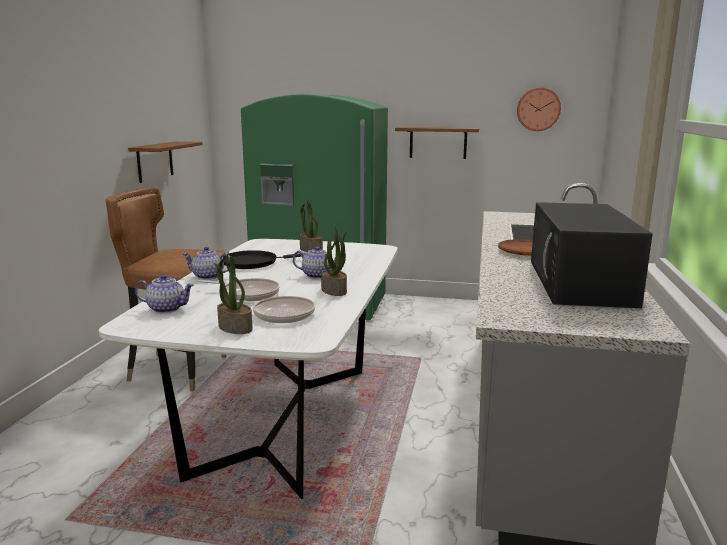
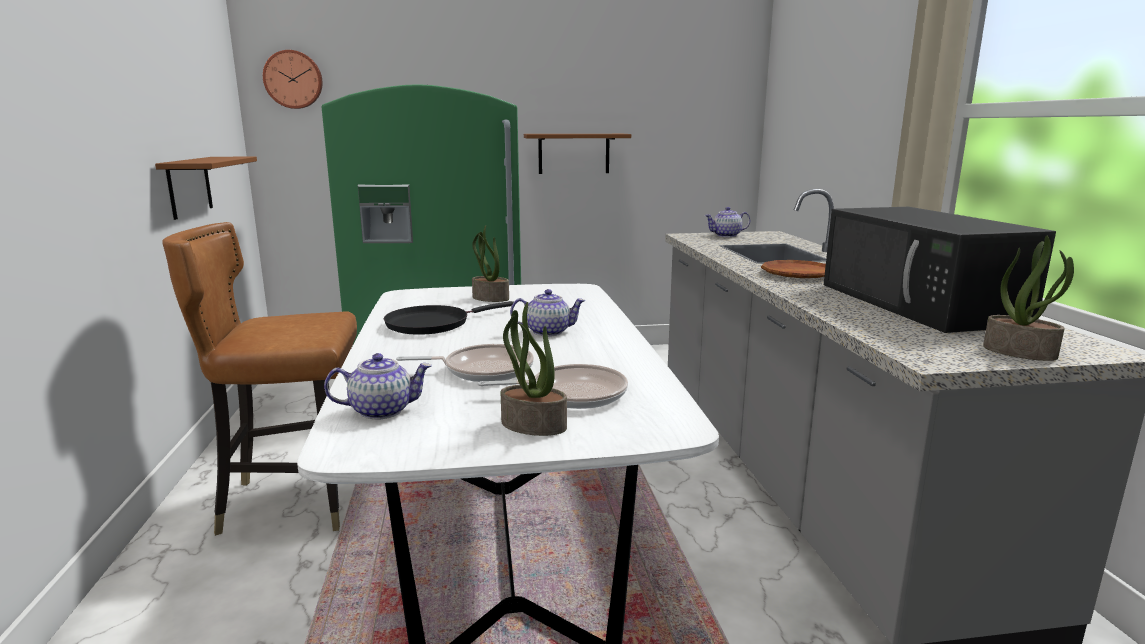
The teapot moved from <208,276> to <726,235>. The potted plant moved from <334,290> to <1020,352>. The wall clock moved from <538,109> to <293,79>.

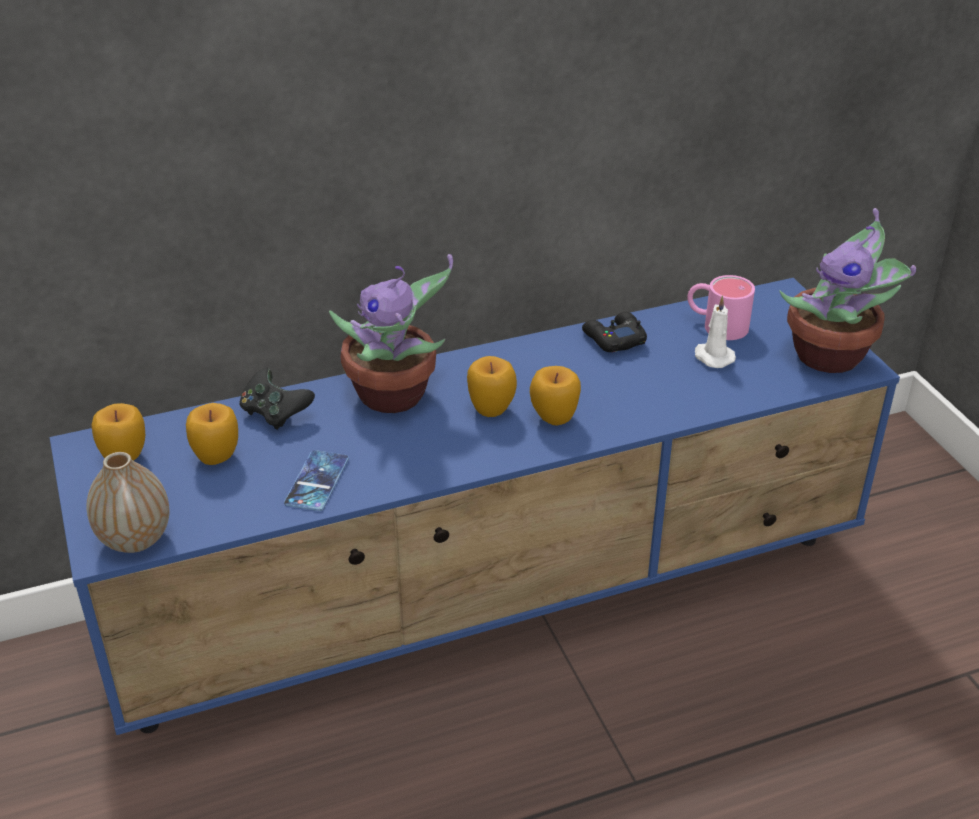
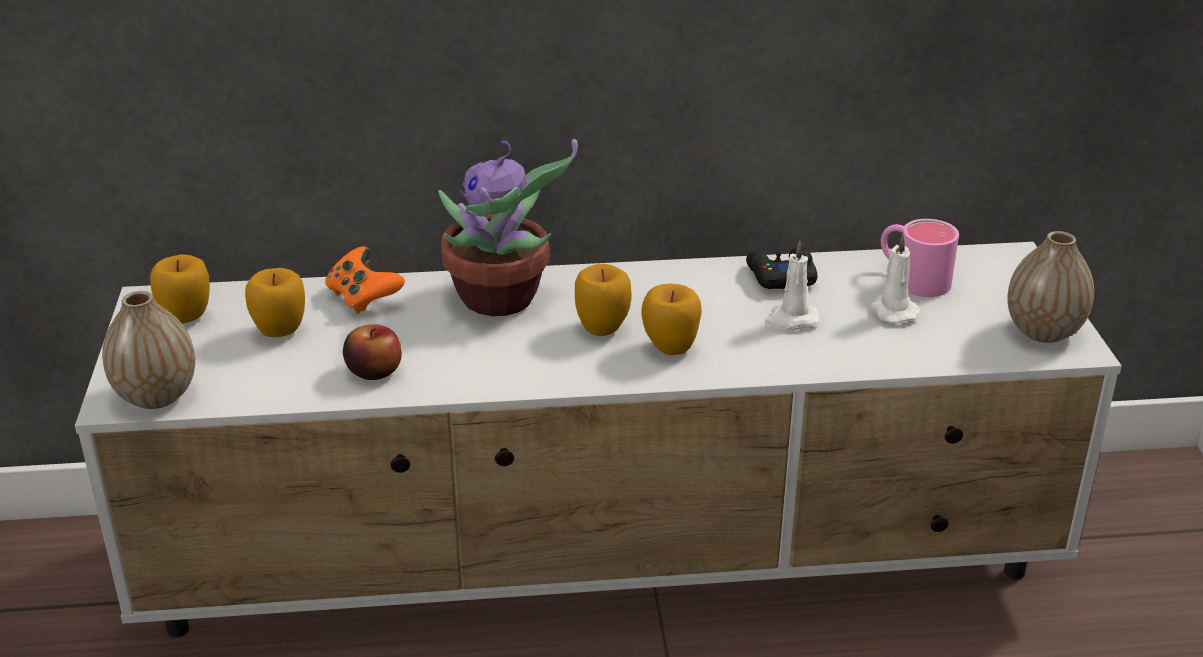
The whitish wax candle at <791,320> appeared. The telephone at <317,481> was replaced by the whole apple at <374,370>. The potted plant at <832,357> was replaced by the decorative vase at <1043,332>. The blue tv stand at <493,596> became the whitish tv stand at <606,567>. The black game controller at <275,413> became the orangey game controller at <363,298>.

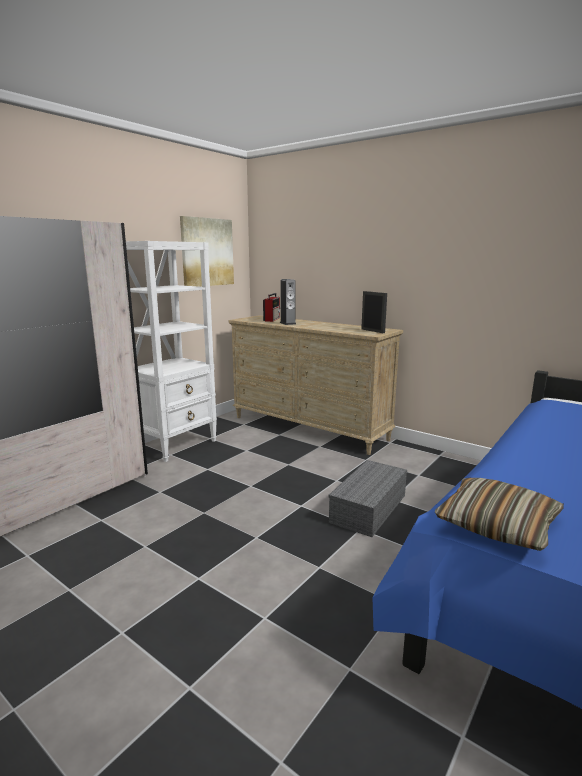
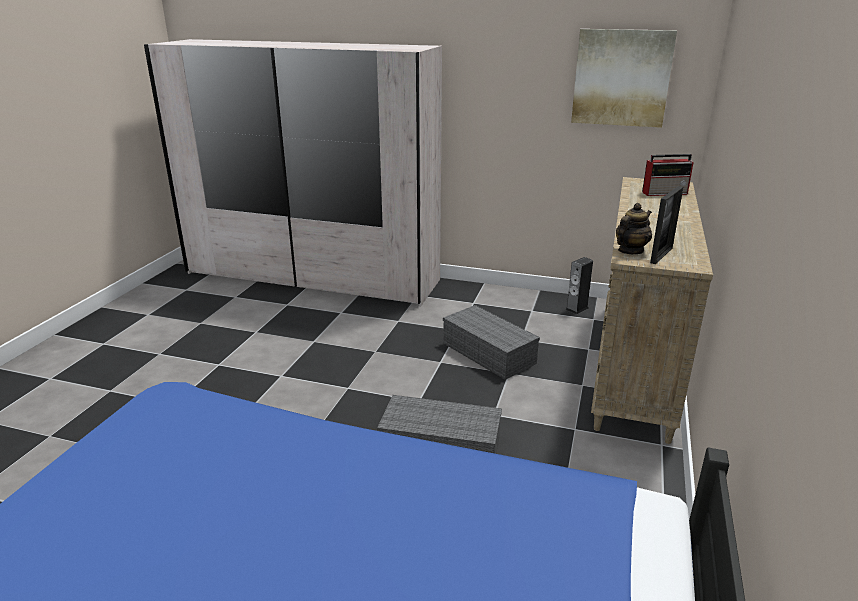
The whitish shelving unit at <176,444> disappeared. The cushion at <497,524> disappeared. The grey storage container at <490,353> appeared. The teapot at <630,251> appeared. The speaker moved from <287,323> to <577,309>.

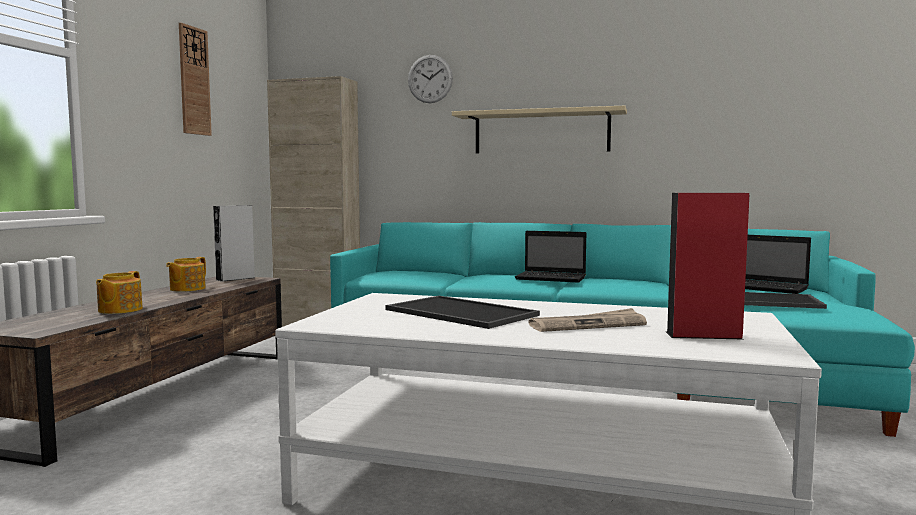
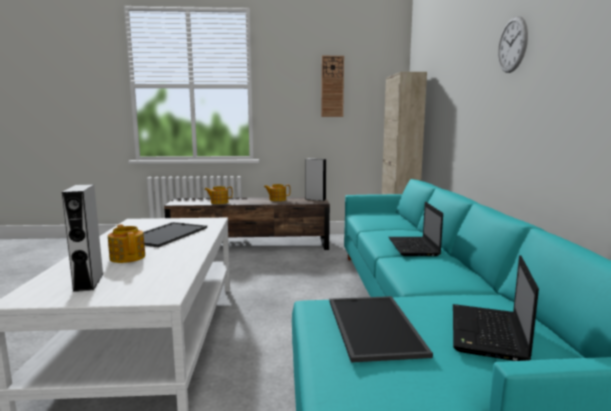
The sand-coloured shelf at <541,132> disappeared. The wall clock moved from <430,79> to <512,45>. The newspaper at <587,325> was replaced by the teapot at <128,257>. The reddish speaker at <704,335> became the grey speaker at <88,282>.

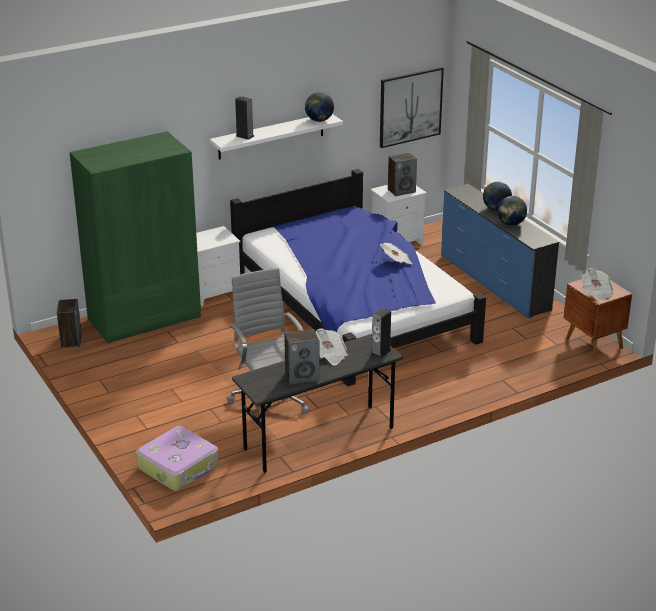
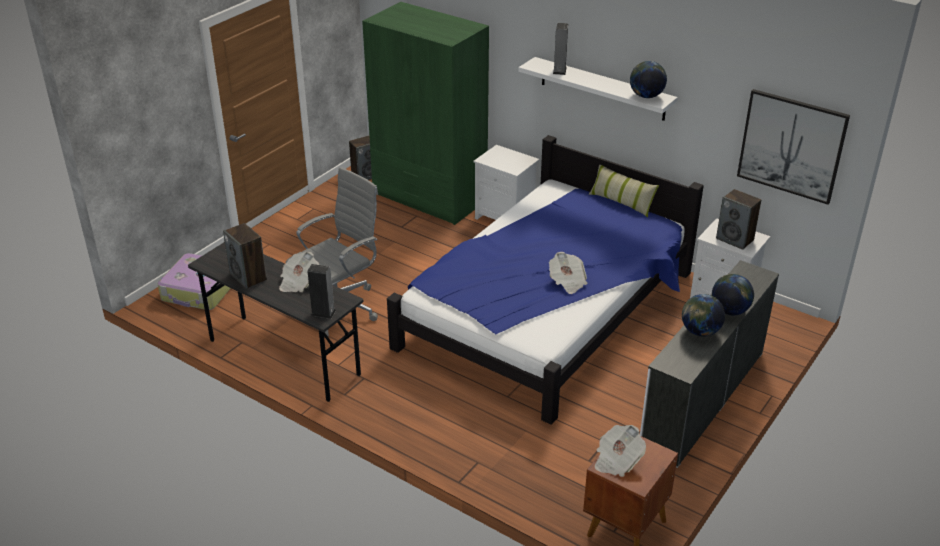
The cushion at <621,202> appeared. The blue drawer chest at <494,282> became the whitish drawer chest at <702,399>.

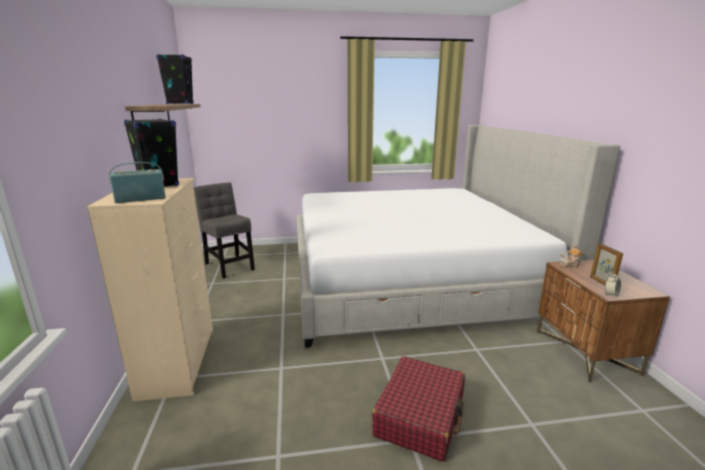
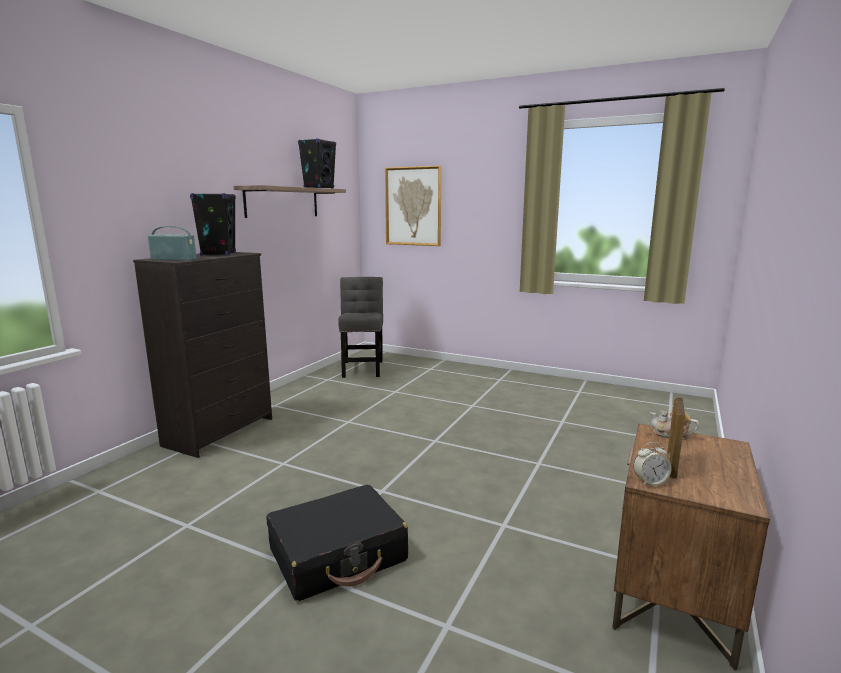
The sleeping bed at <410,279> disappeared. The wall picture at <413,206> appeared. The sand-coloured drawer chest at <179,362> became the black drawer chest at <221,432>. The reddish suitcase at <420,416> became the black suitcase at <338,555>.

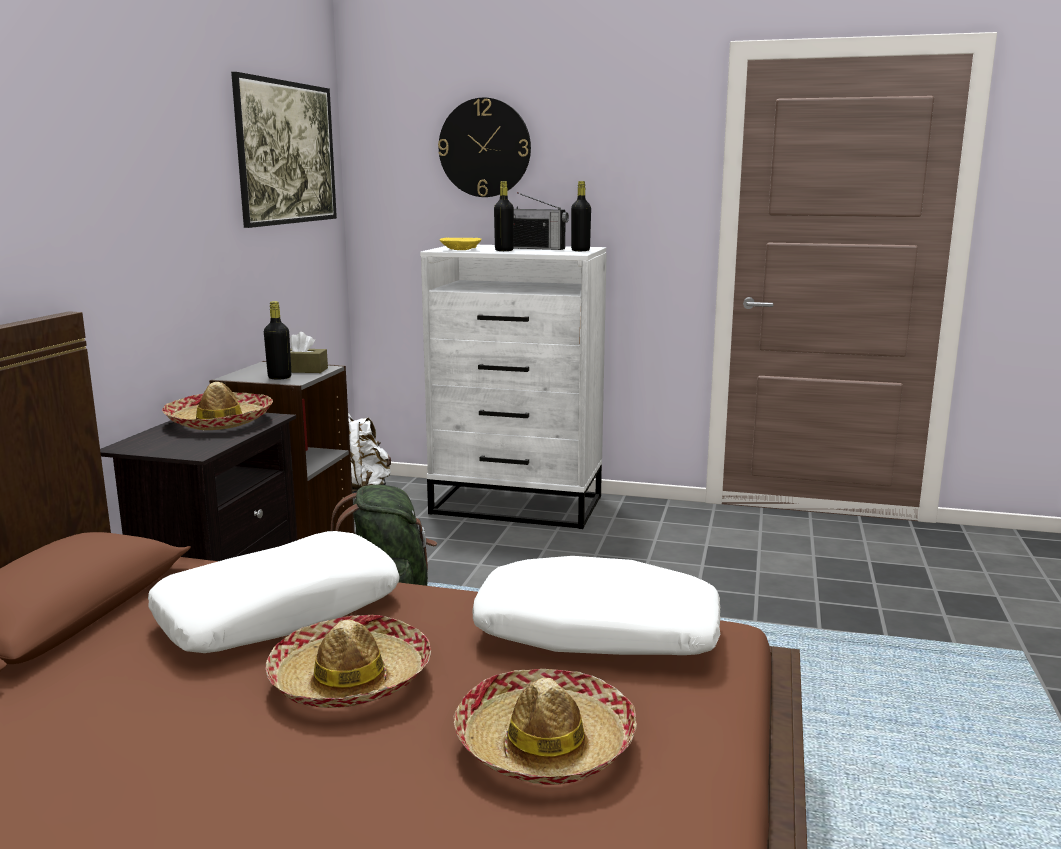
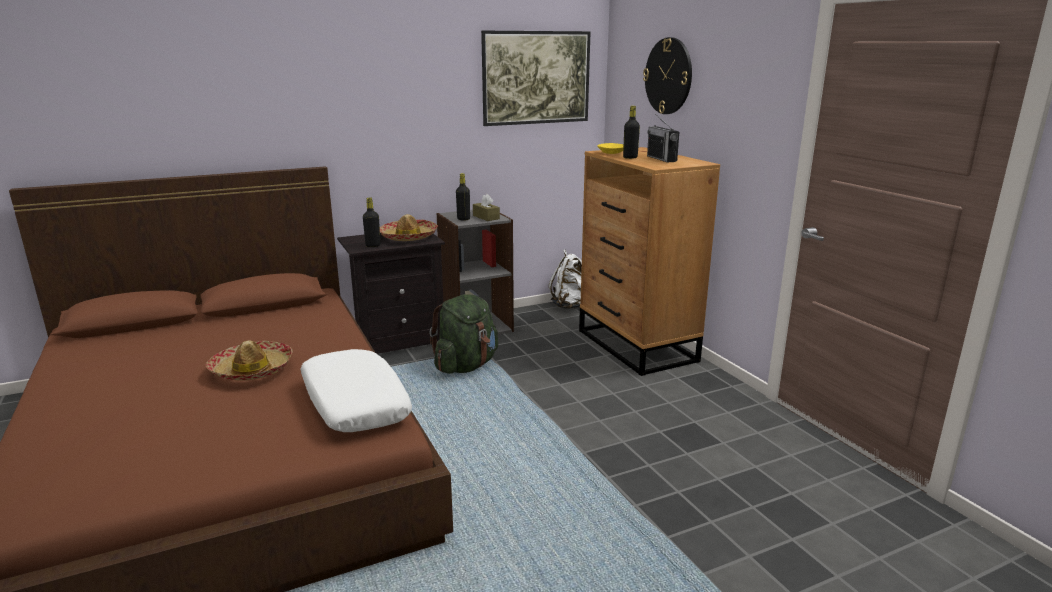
The whitish cushion at <279,612> disappeared. The clothing hat at <545,744> disappeared. The black bottle moved from <580,250> to <373,245>. The whitish drawer chest at <518,505> became the brownish drawer chest at <637,346>.

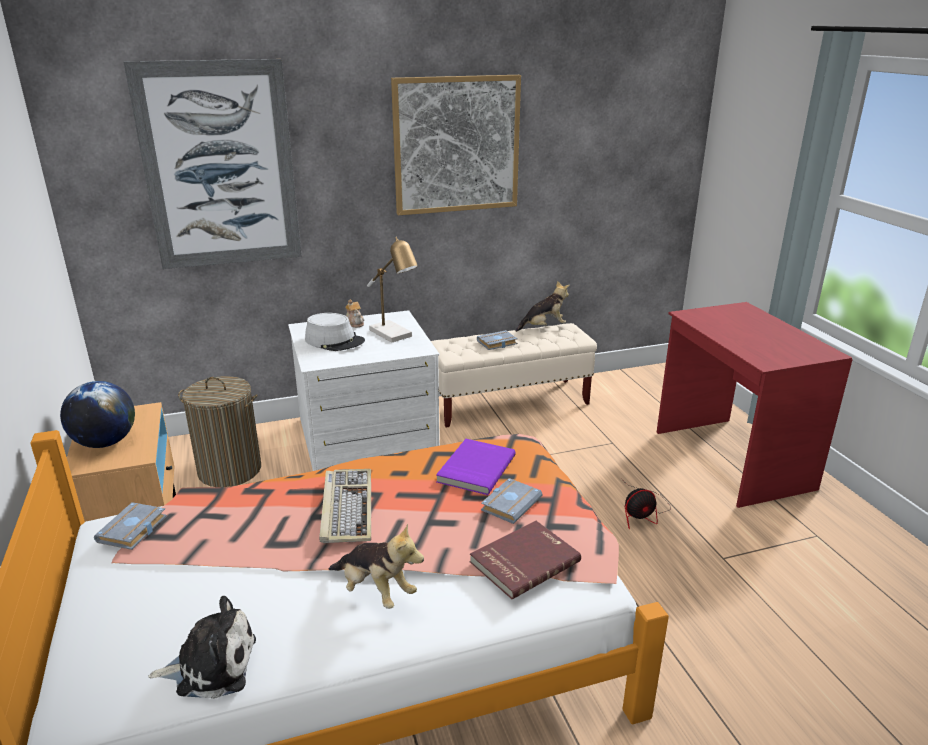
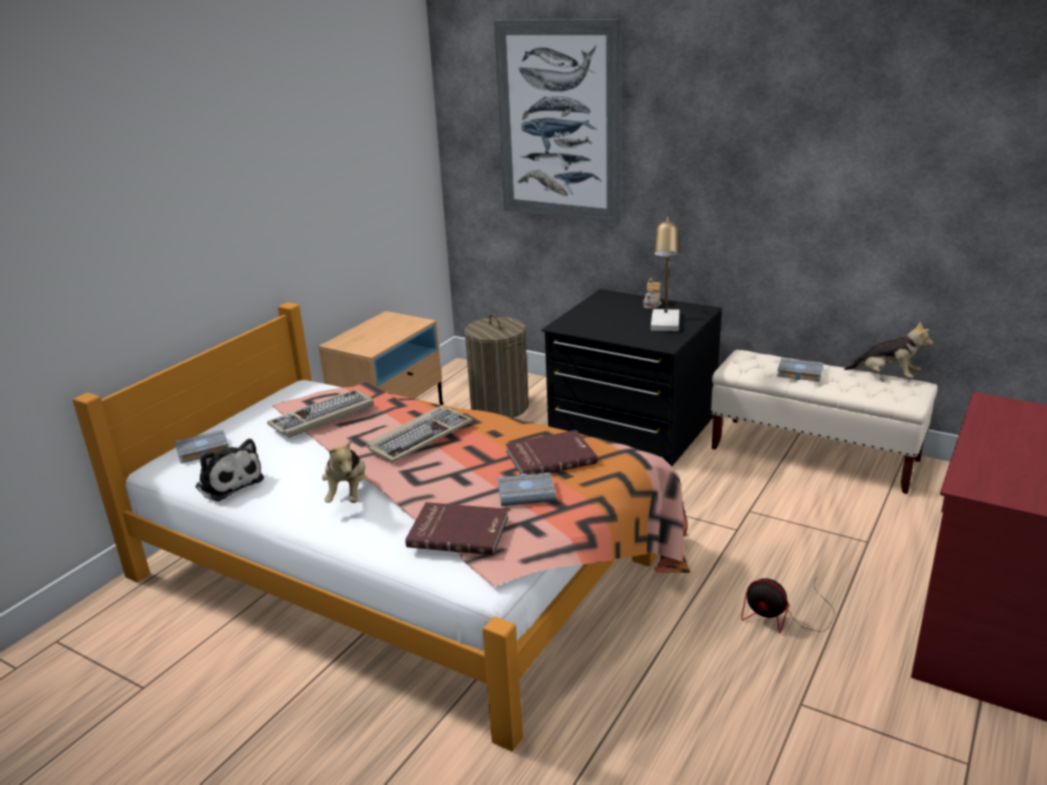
The desk globe at <105,443> disappeared. The grey clothing hat at <335,341> disappeared. The wall picture at <456,145> disappeared. The computer keyboard at <322,416> appeared. The grey book moved from <133,531> to <202,451>. The whitish drawer chest at <367,437> became the black drawer chest at <632,427>. The purplish book at <475,468> became the reddish book at <550,457>.

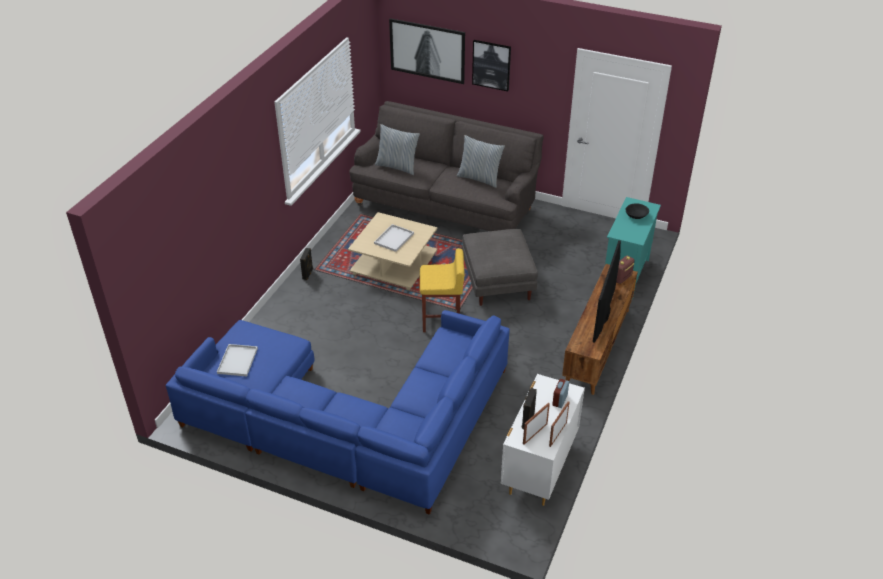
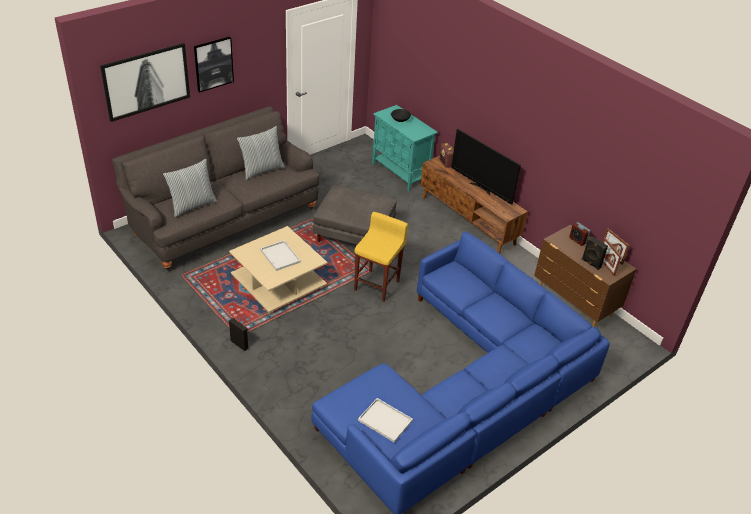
The whitish drawer chest at <539,468> became the brownish drawer chest at <574,303>.

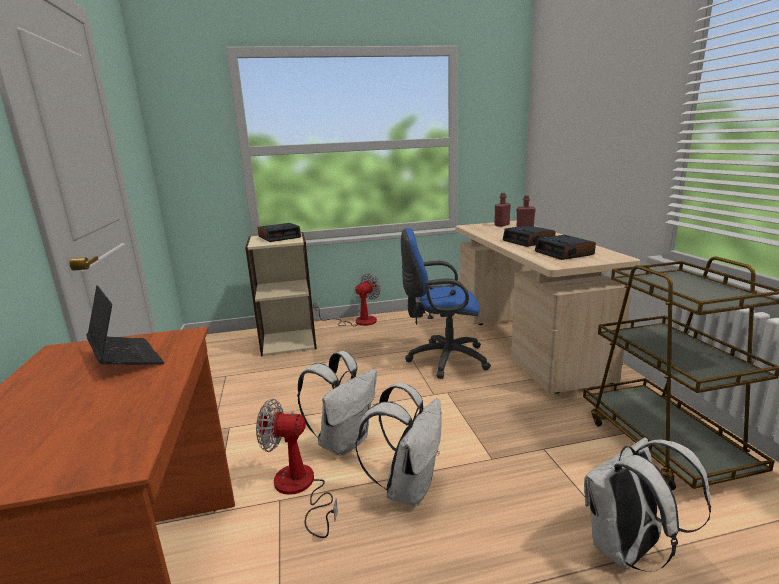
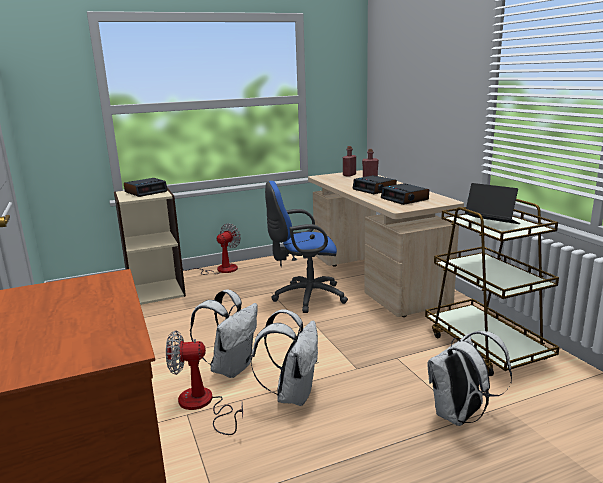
The notebook computer moved from <126,358> to <491,223>.

